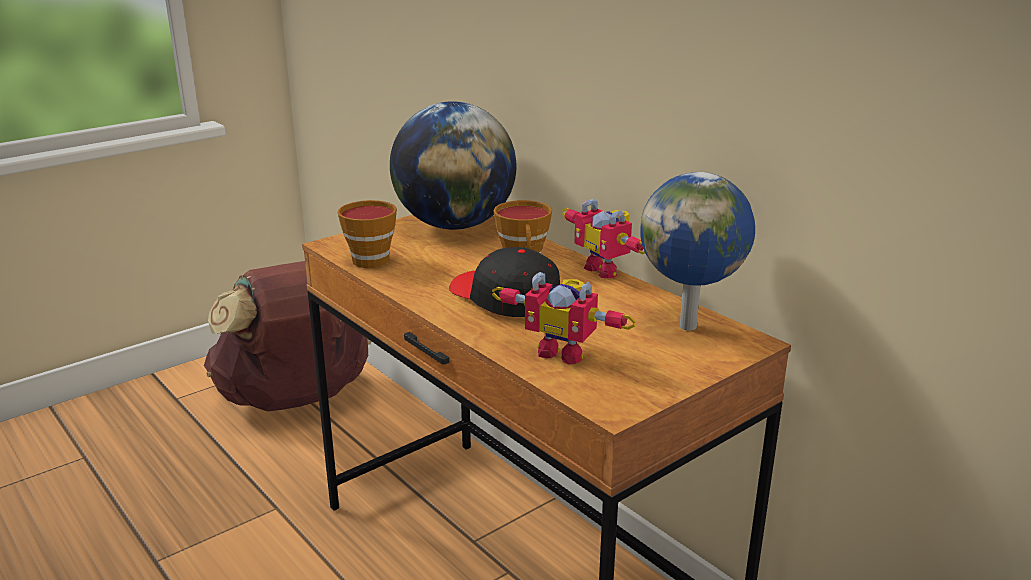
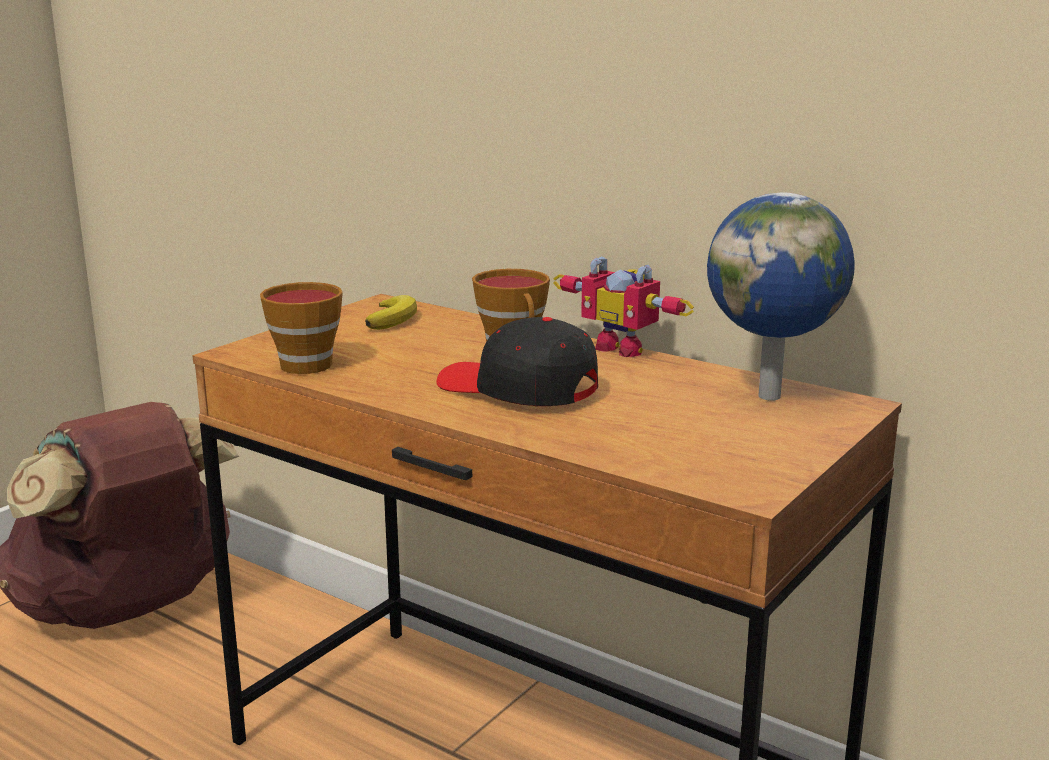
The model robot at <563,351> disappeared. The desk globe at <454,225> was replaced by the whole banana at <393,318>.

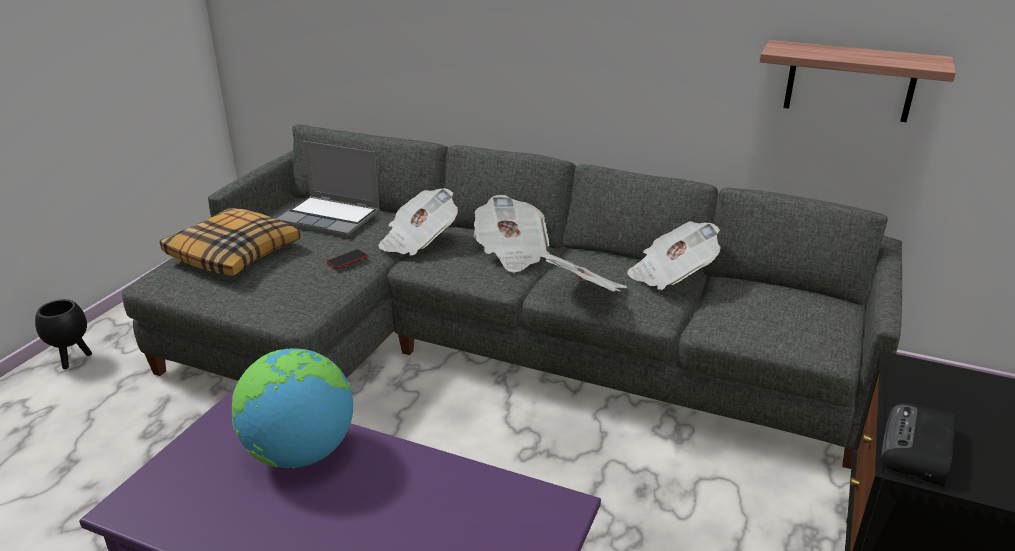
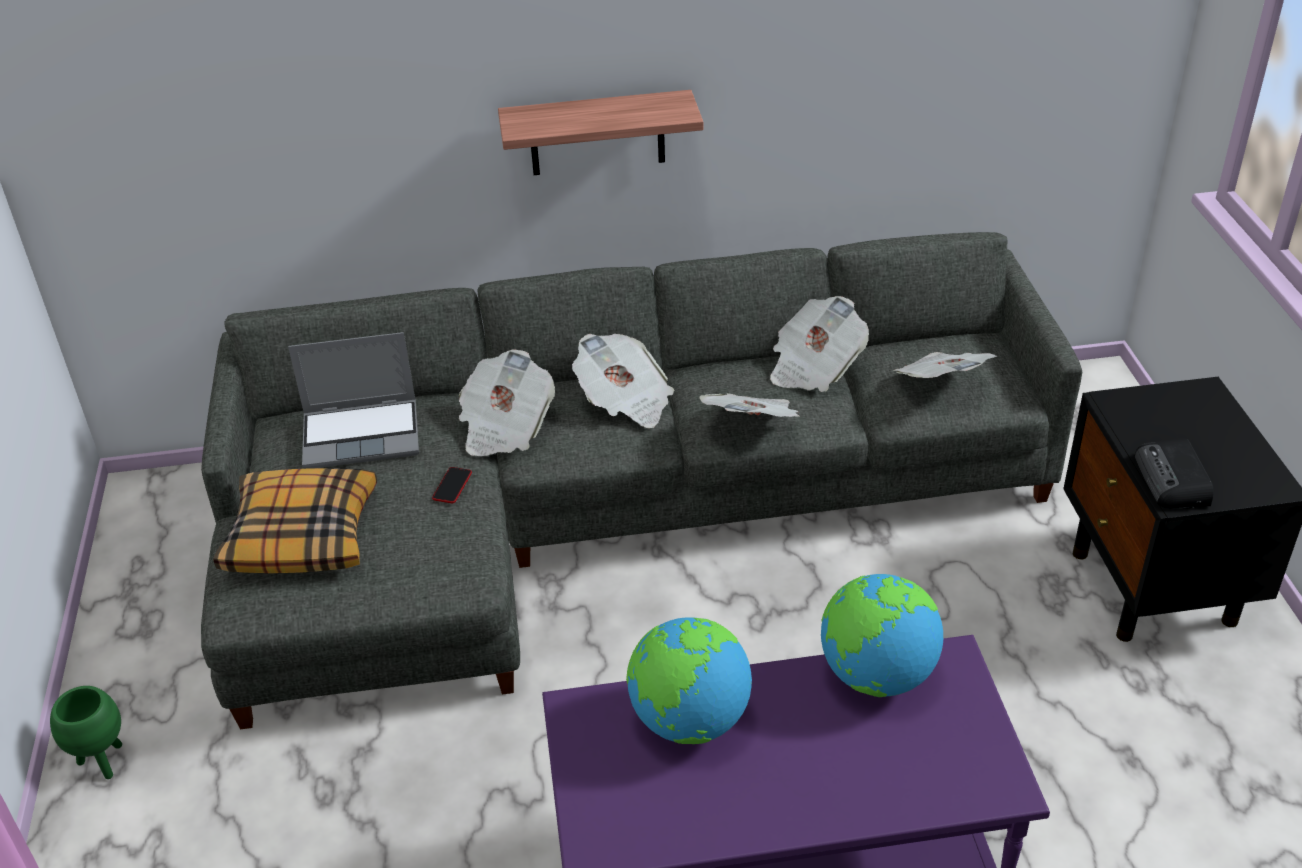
The desk globe at <876,675> appeared. The newspaper at <941,384> appeared. The shelf moved from <850,81> to <597,133>. The black plant pot at <72,359> became the green-coloured plant pot at <102,762>.

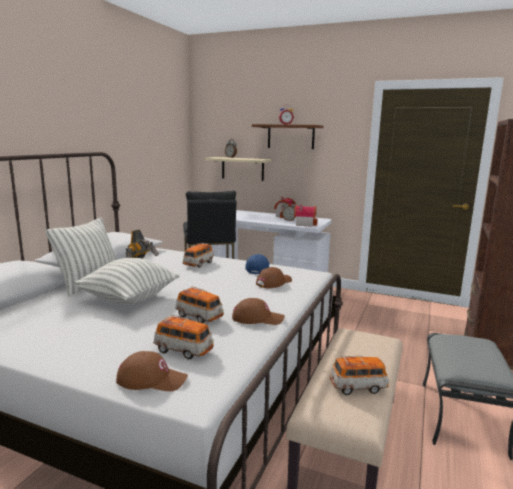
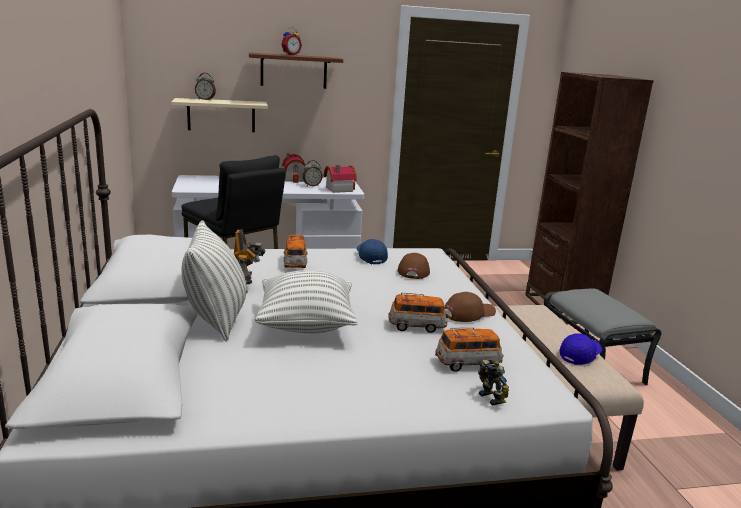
The brownish peaked cap at <152,379> was replaced by the model robot at <493,397>. The model car at <358,387> was replaced by the blue peaked cap at <580,356>.

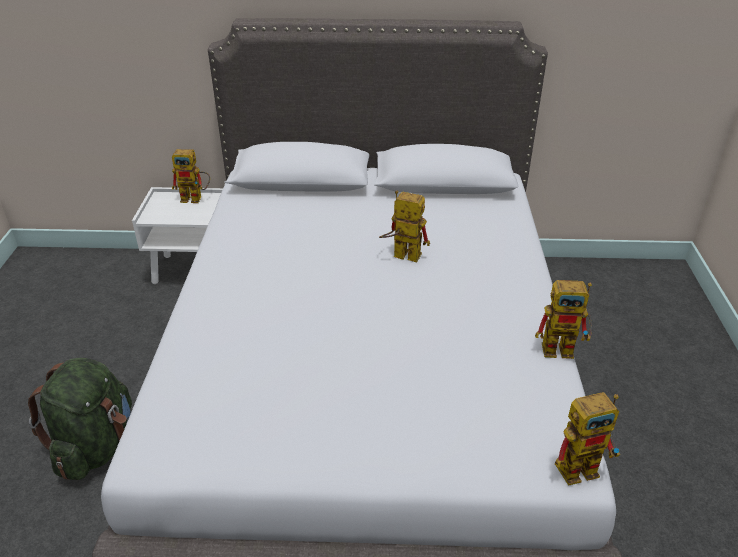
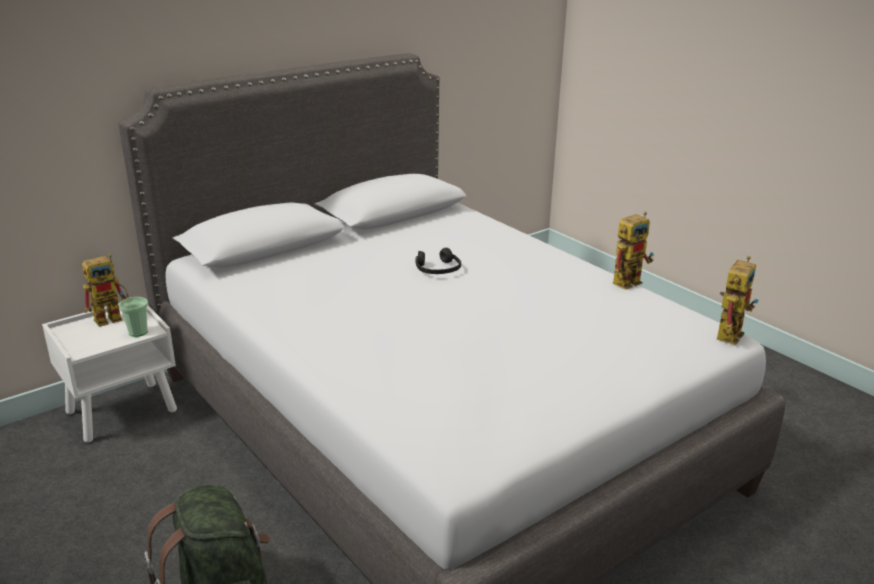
The cup at <138,332> appeared. The model robot at <400,255> was replaced by the black headphones at <437,269>.

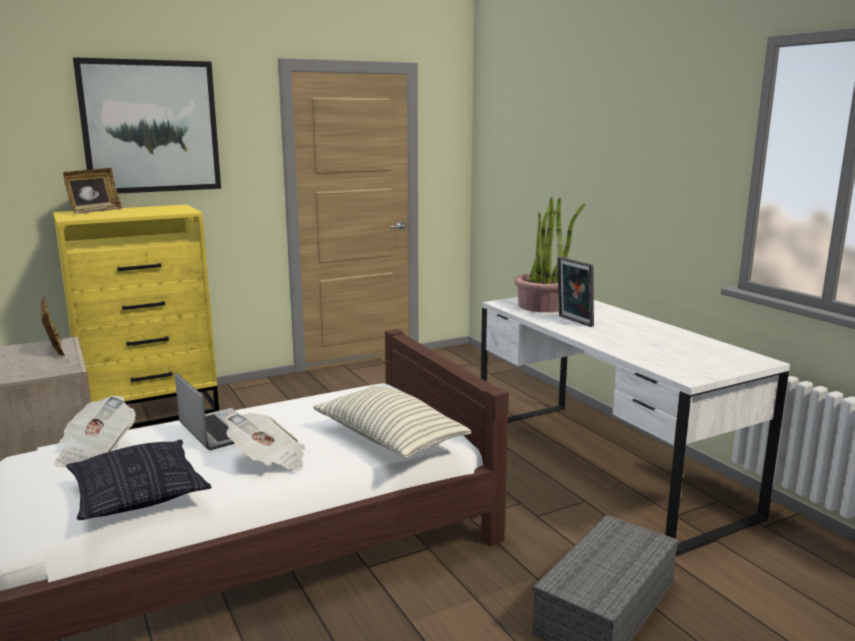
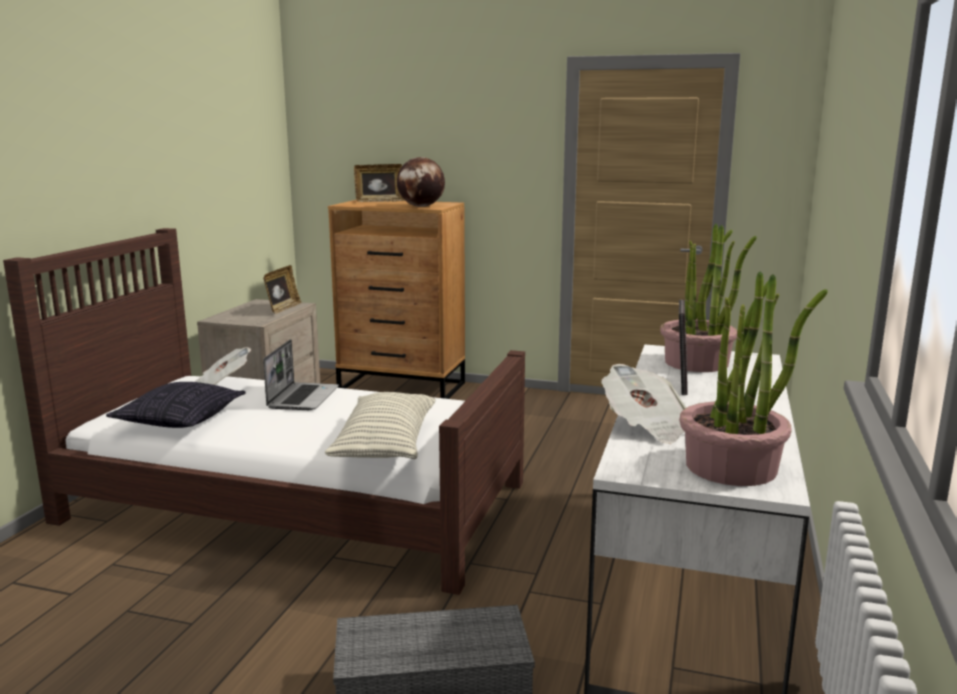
The wall picture at <150,127> disappeared. The desk globe at <421,206> appeared. The potted plant at <732,467> appeared. The newspaper moved from <269,461> to <646,426>. The yellowish drawer chest at <151,411> became the brownish drawer chest at <403,388>.

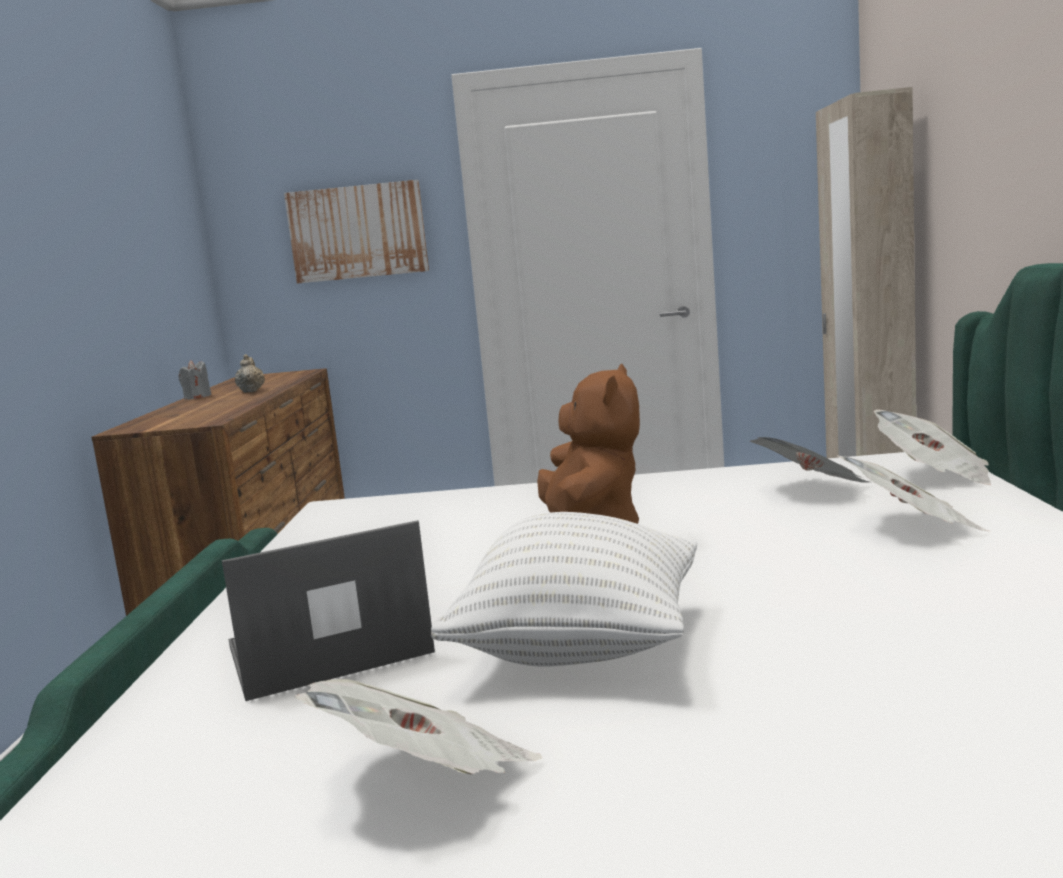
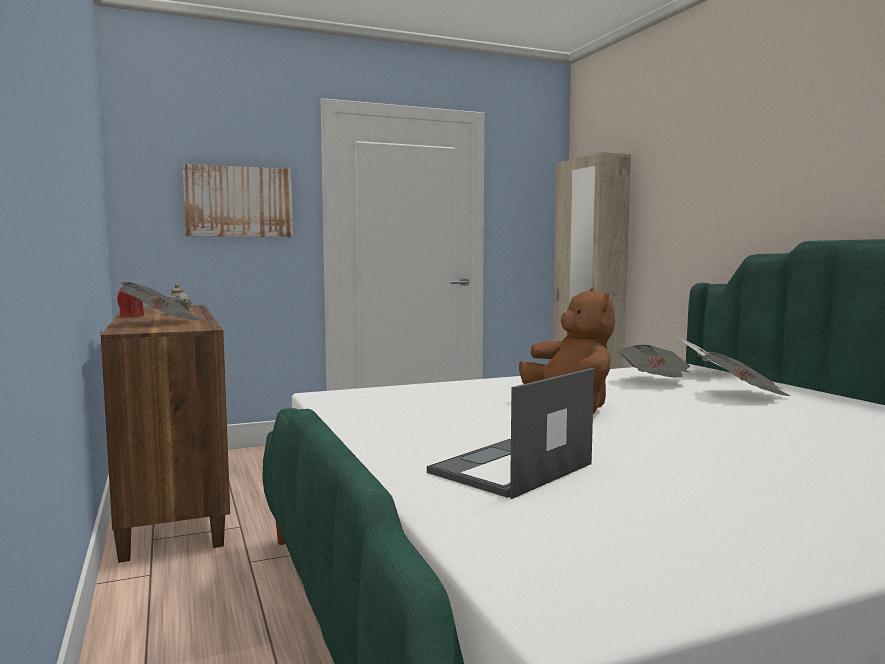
The whitish cushion at <581,647> disappeared. The newspaper moved from <430,780> to <163,323>. The grey wax candle at <197,397> became the reddish wax candle at <131,316>.

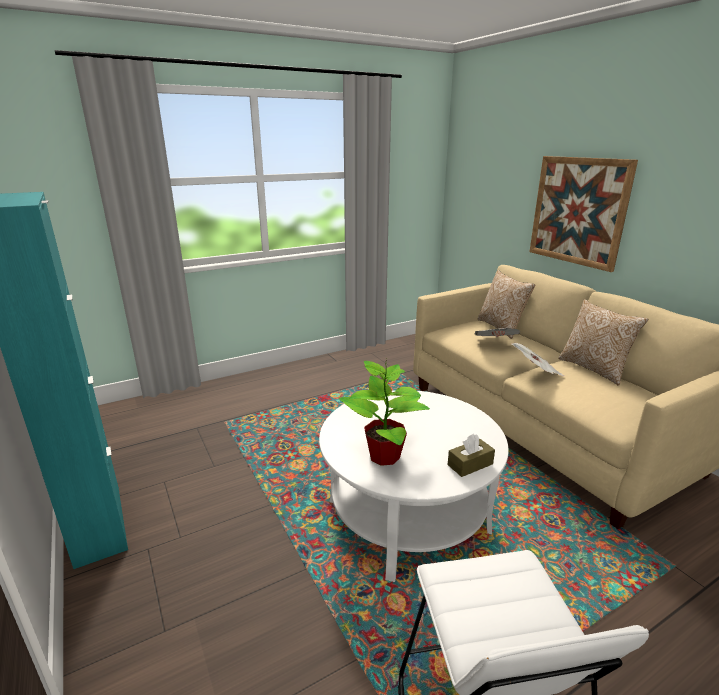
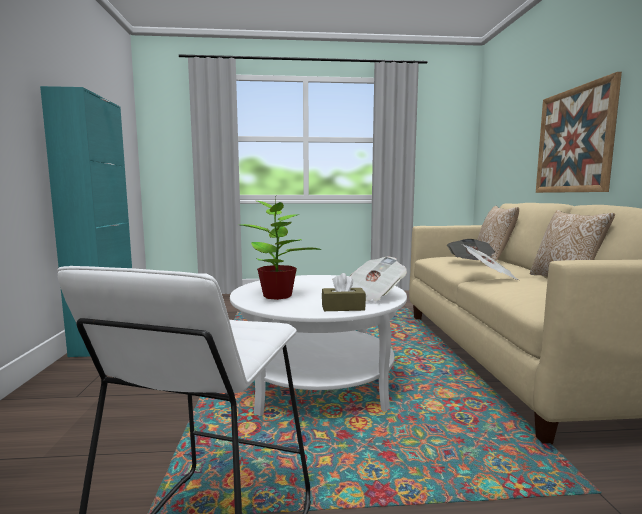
The newspaper at <371,296> appeared.

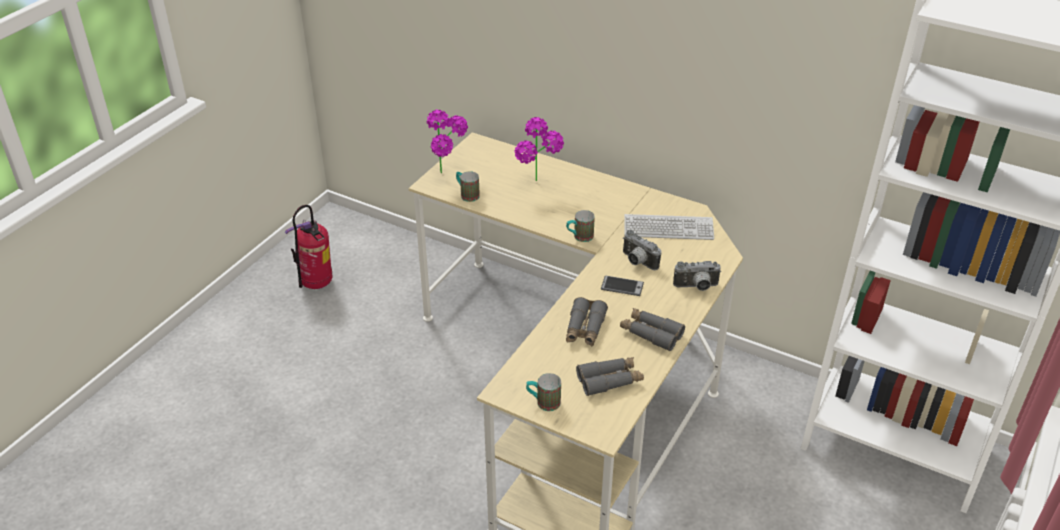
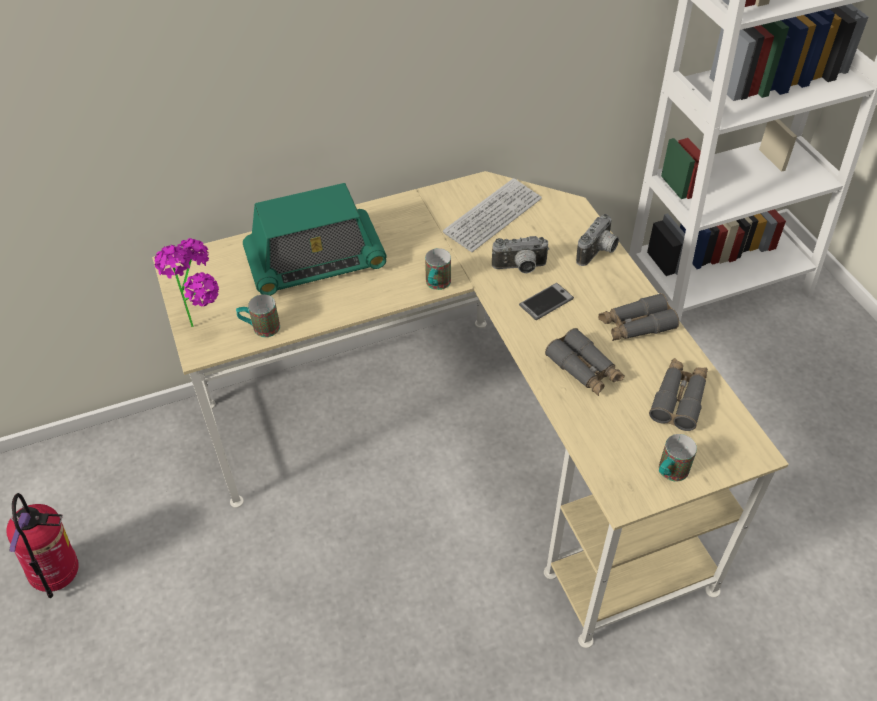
The potted plant at <539,185> was replaced by the radio set at <316,262>.

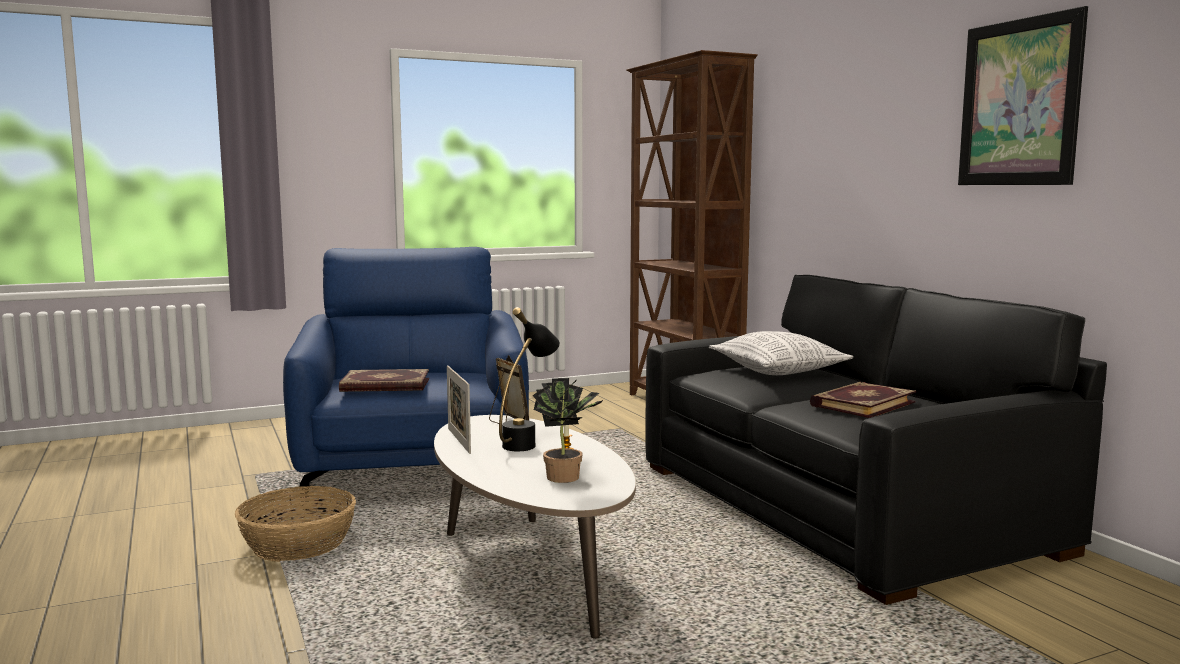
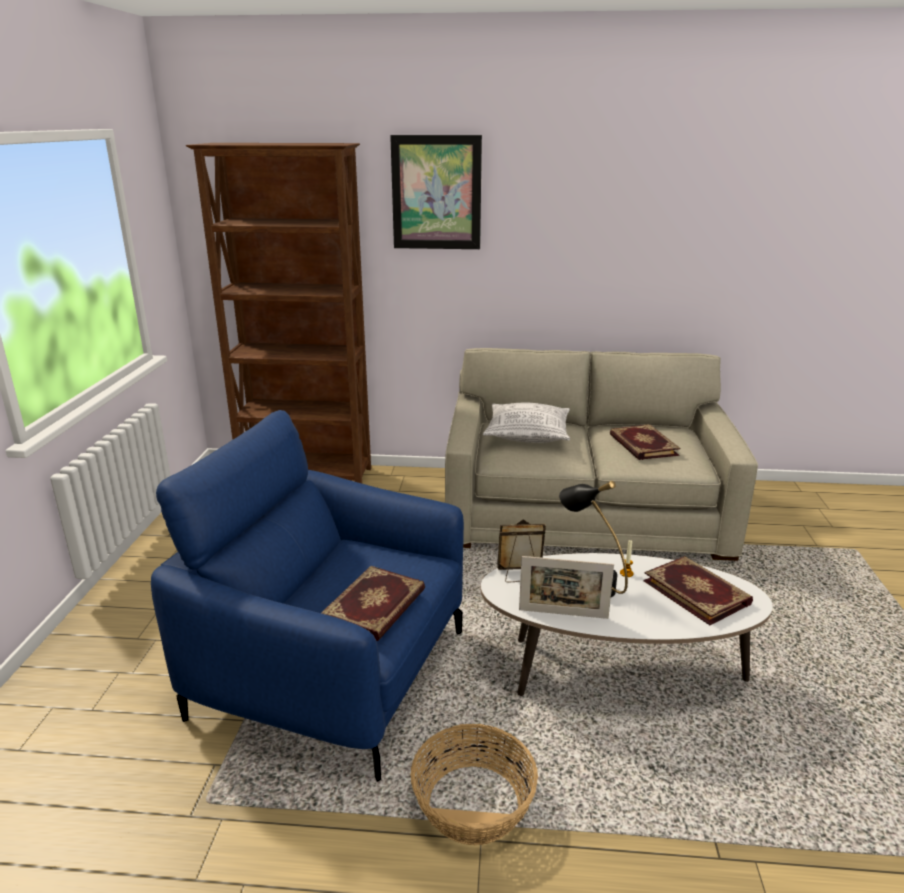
The wall picture moved from <1019,103> to <436,193>. The potted plant at <568,477> was replaced by the book at <697,592>. The black couch at <841,507> became the sand-coloured couch at <584,511>.

